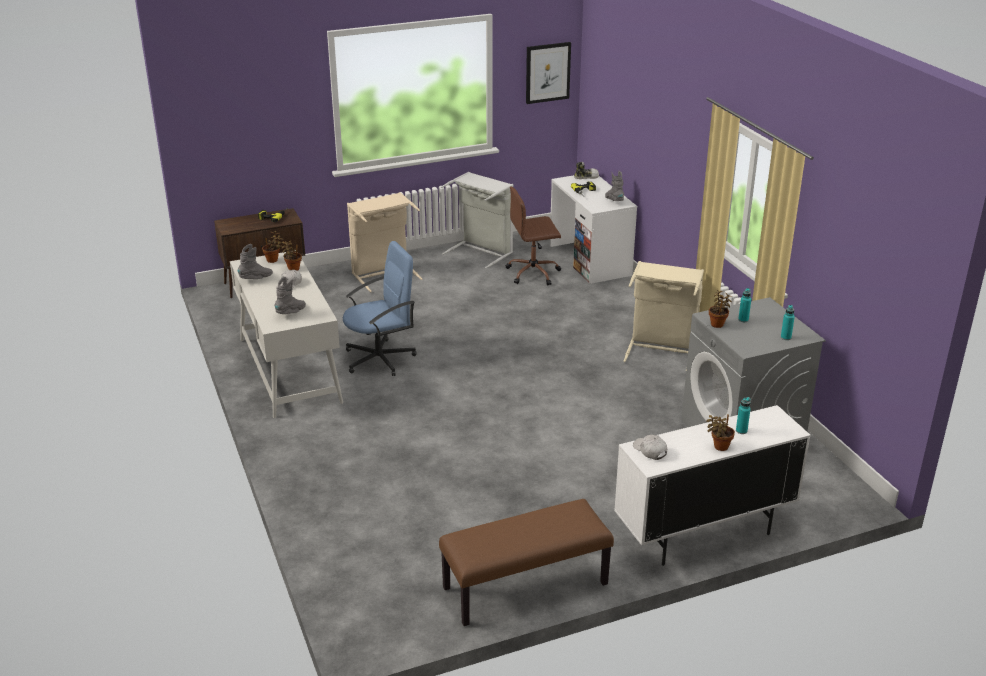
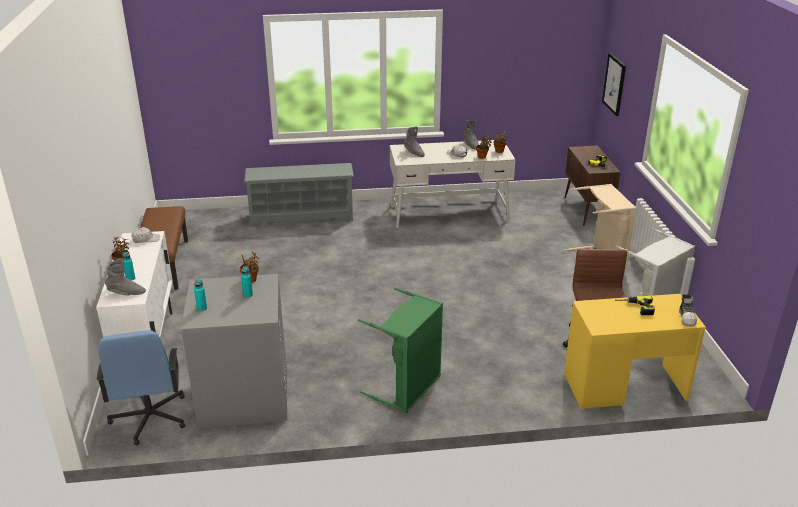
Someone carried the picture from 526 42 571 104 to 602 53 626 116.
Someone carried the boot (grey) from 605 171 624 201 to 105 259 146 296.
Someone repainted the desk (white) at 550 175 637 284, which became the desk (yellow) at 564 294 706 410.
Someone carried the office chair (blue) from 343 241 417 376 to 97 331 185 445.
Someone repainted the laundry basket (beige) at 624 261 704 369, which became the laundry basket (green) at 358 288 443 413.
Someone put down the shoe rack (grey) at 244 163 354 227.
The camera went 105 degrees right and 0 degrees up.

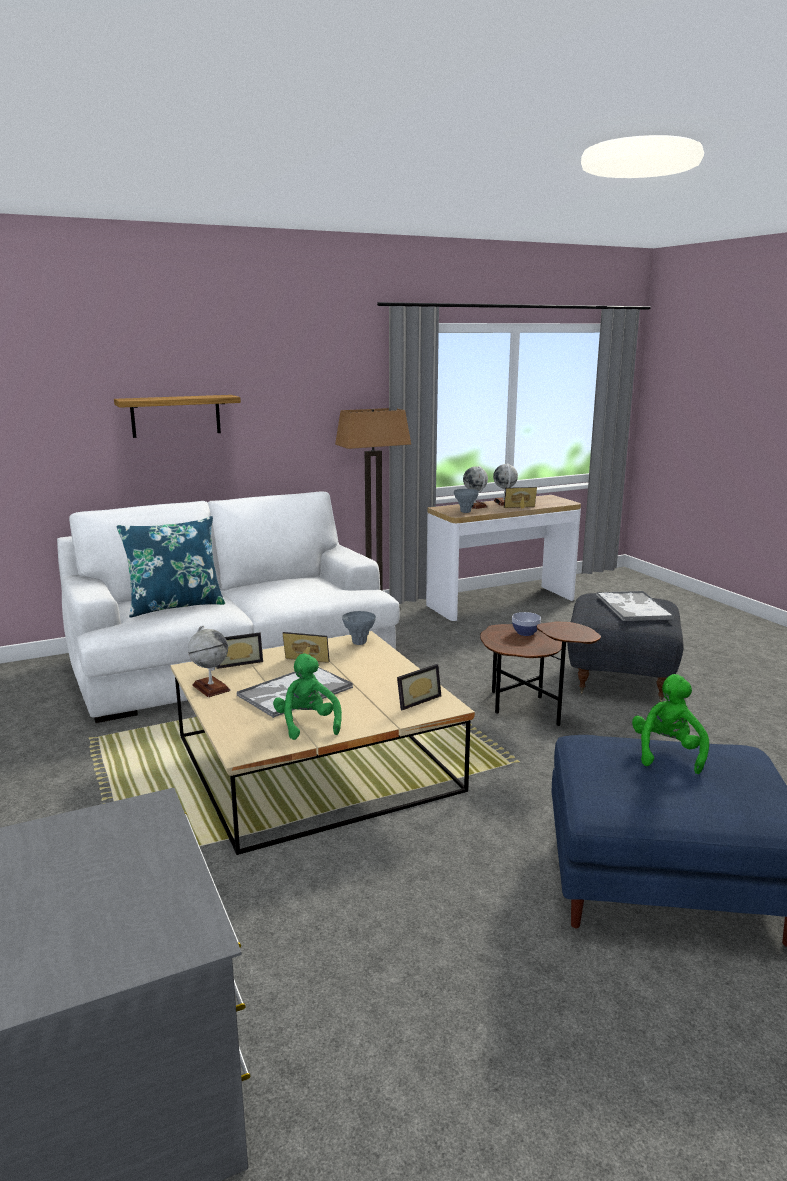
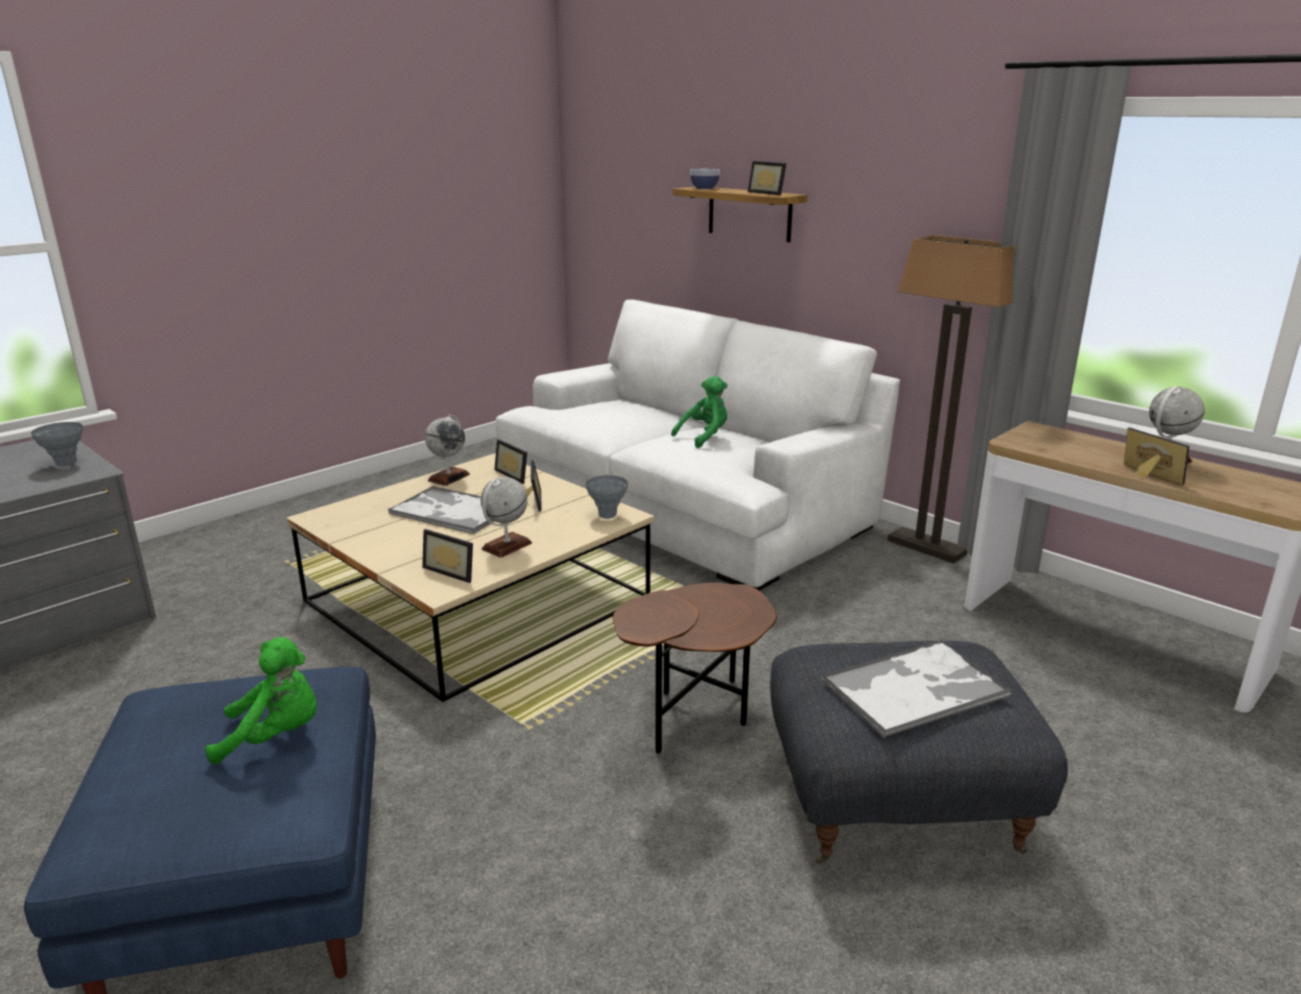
Someone carried the globe from 463 466 488 509 to 481 477 532 558.
Someone carried the vase (grey) from 454 489 479 513 to 31 422 83 467.
Someone took away the pillow (blue) at 116 516 225 618.
Someone carried the bowl from 512 612 541 636 to 690 169 720 189.
Someone carried the plush toy (green) from 273 654 342 740 to 671 376 728 448.
Someone put down the picture frame at 748 161 786 196.
The camera went 70 degrees right and 5 degrees up.

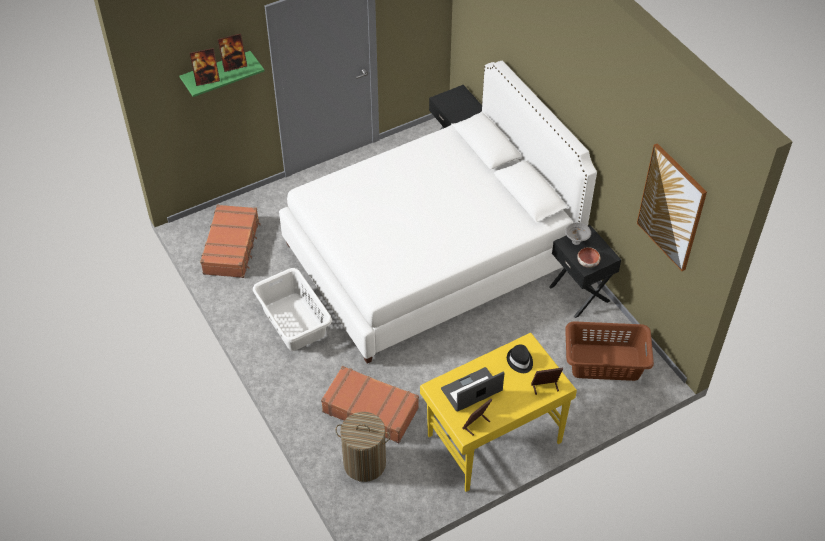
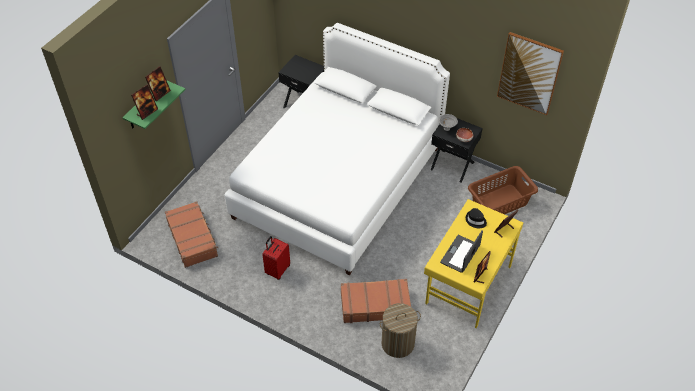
Someone swapped the laundry basket (white) at 253 268 332 351 for the suitcase (red) at 262 236 290 280.
The camera went 30 degrees left and 0 degrees up.

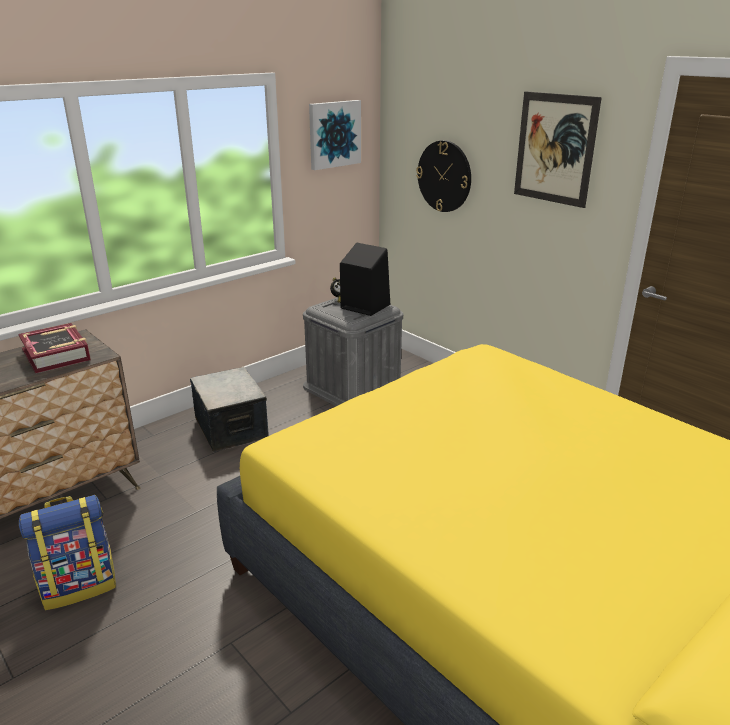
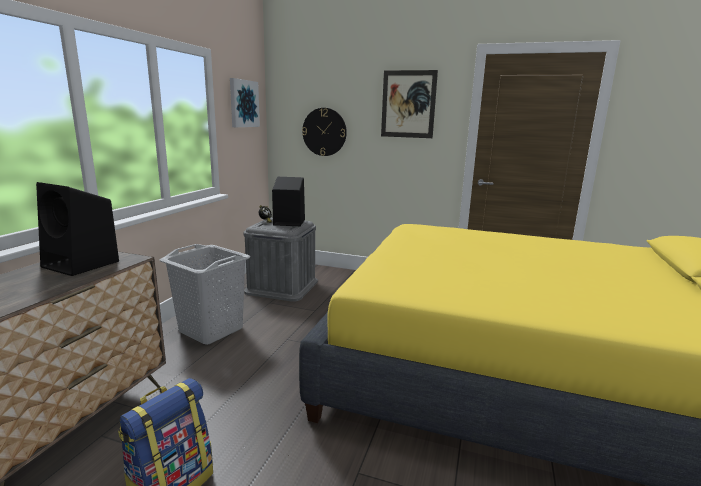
Someone swapped the book at 19 323 91 374 for the speaker (black) at 36 182 119 276.
Someone swapped the storage box at 190 367 269 452 for the laundry basket (grey) at 159 244 251 345.
The camera went 30 degrees left and 10 degrees down.

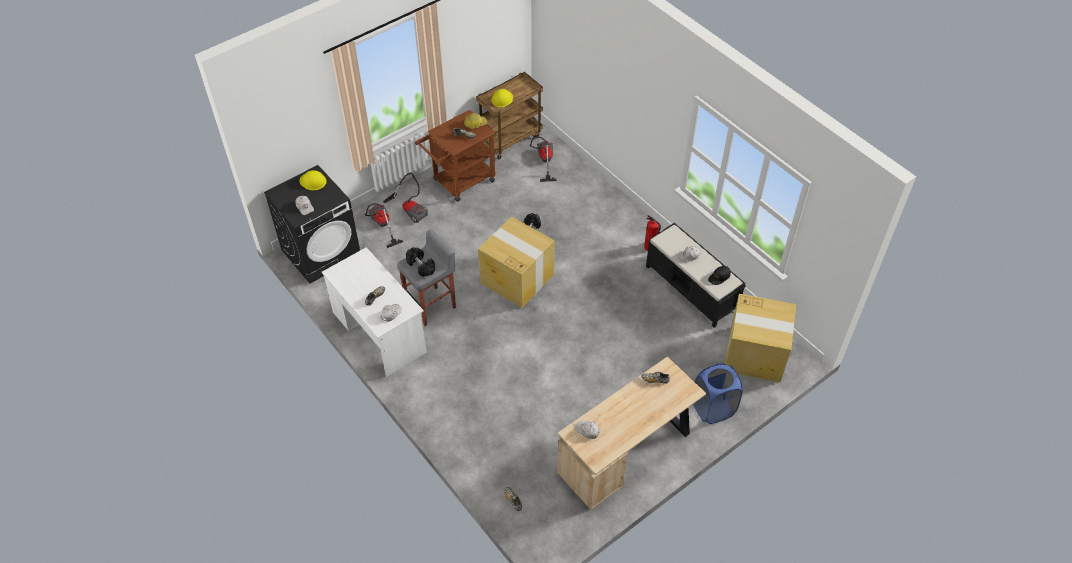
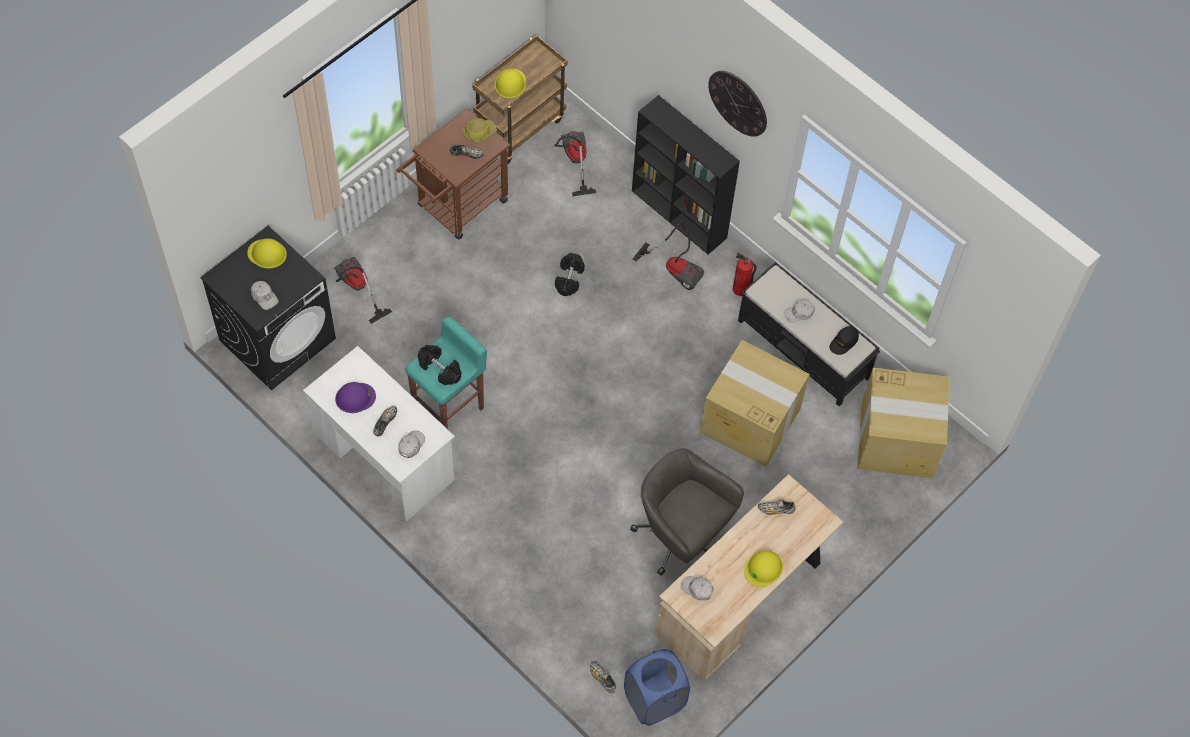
Someone carried the vacuum cleaner from 383 172 428 223 to 632 222 704 290.
Someone carried the cardboard box from 478 216 555 308 to 700 340 810 467.
Someone repainted the stool (grey) at 397 229 456 326, which became the stool (turquoise) at 405 316 487 429.
Someone carried the laundry basket (blue) from 694 363 742 424 to 624 649 690 726.
Someone put up the wall clock at 708 71 767 137.
Someone put down the bookcase (black) at 632 95 740 254.
Someone put down the hard hat (purple) at 335 382 376 413.
Someone put down the office chair (grey) at 630 448 744 576.
Someone put down the hard hat (yellow) at 744 550 783 587.
The camera went 10 degrees left and 10 degrees up.

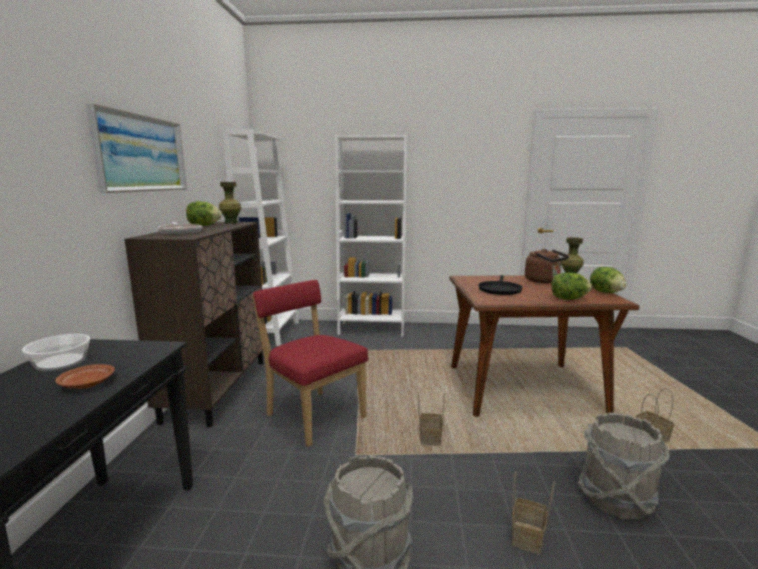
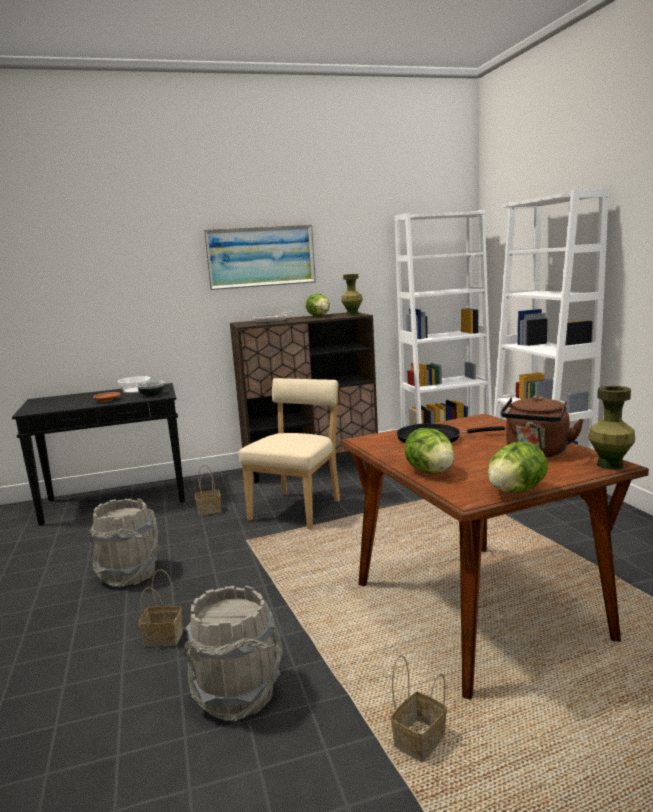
Someone repainted the chair (red) at 252 280 368 447, which became the chair (beige) at 239 378 340 529.
Someone carried the basket from 418 391 445 446 to 195 465 221 516.
Someone put down the bowl at 136 381 165 397.
The camera went 70 degrees right and 0 degrees up.

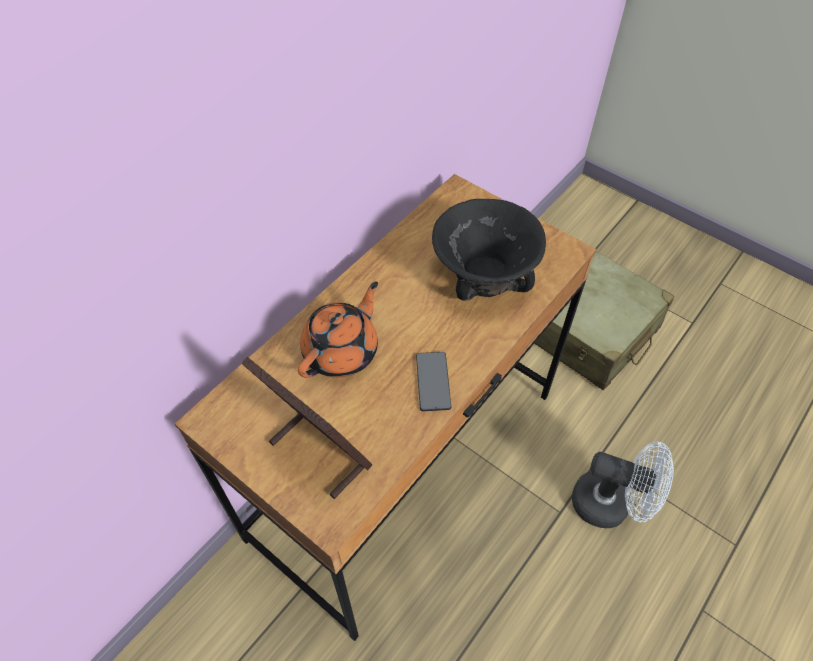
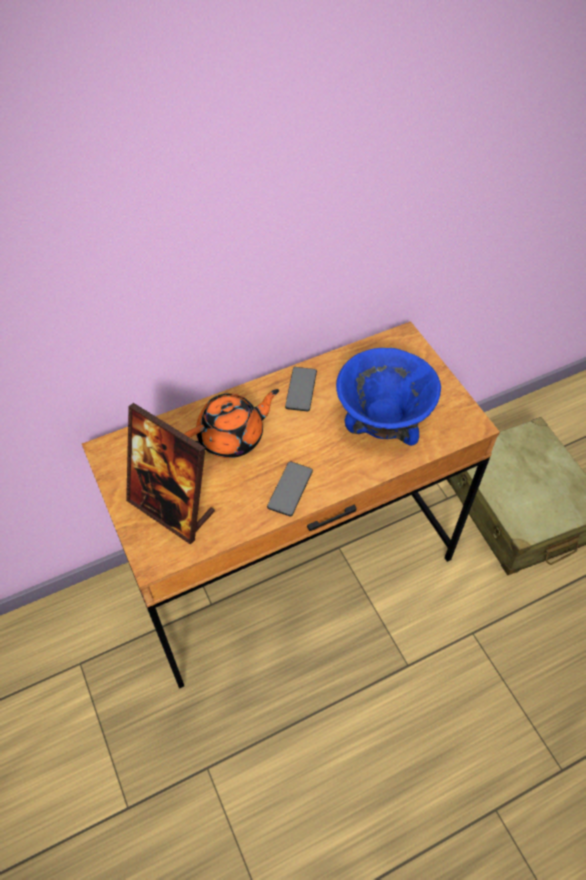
Someone repainted the bowl (black) at 432 199 546 301, which became the bowl (blue) at 336 348 441 446.
Someone rotated the picture frame at 241 357 373 499 by 150 degrees clockwise.
Someone took away the fan (white) at 572 442 674 528.
Someone put down the phone at 285 367 317 412.
The camera went 25 degrees right and 0 degrees up.

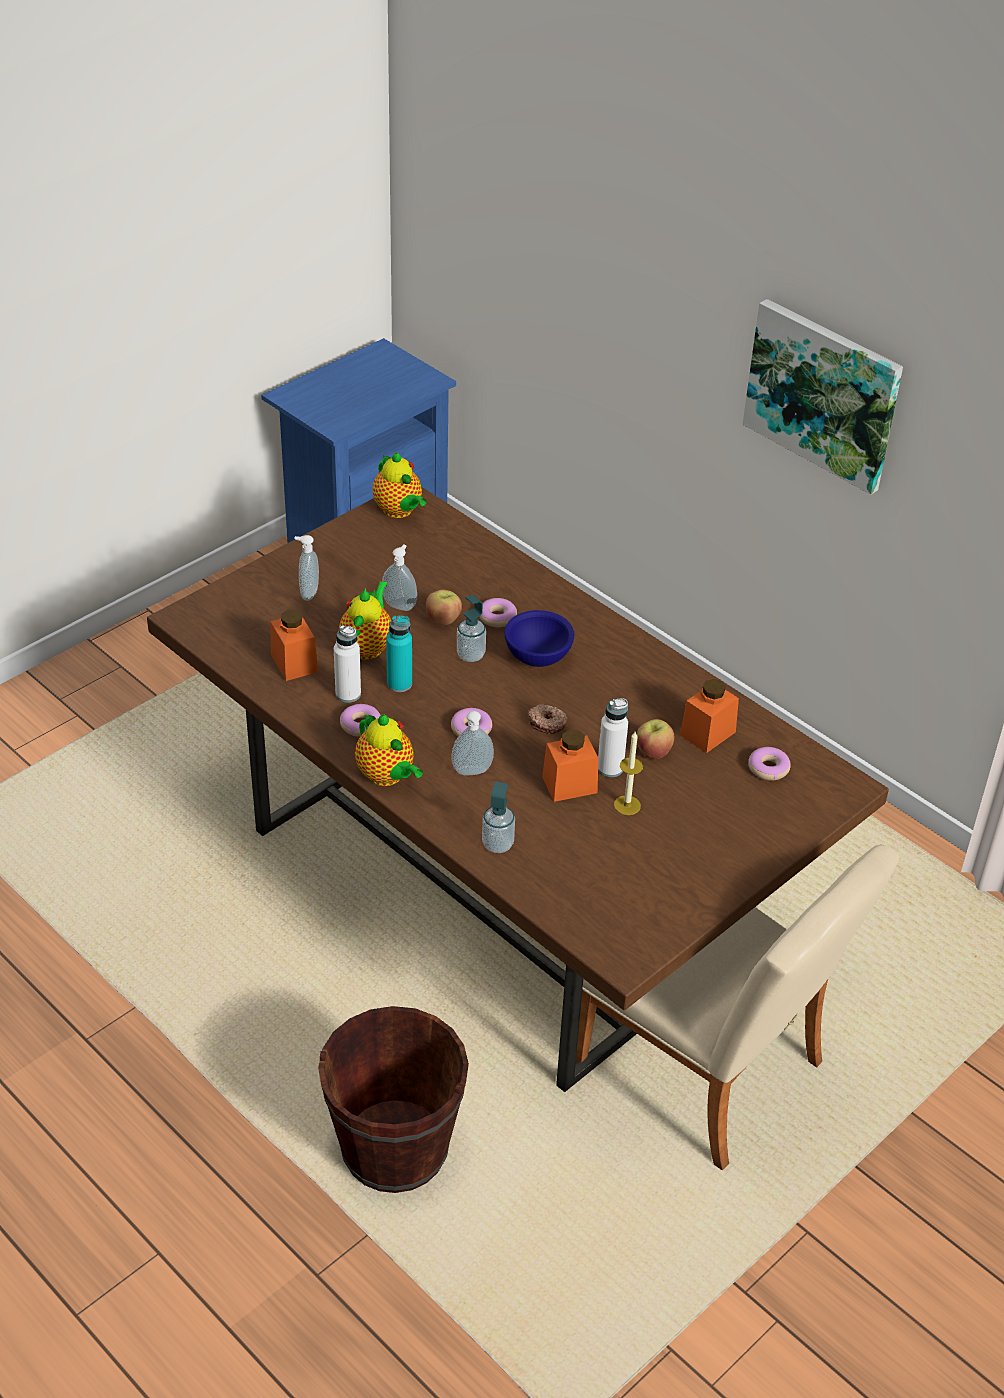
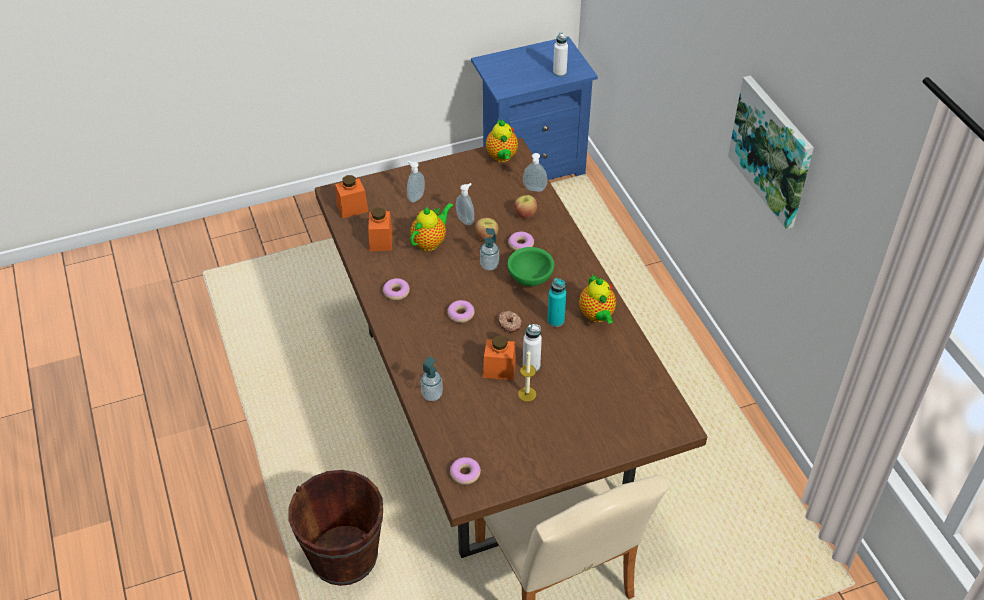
Someone repainted the bowl (blue) at 504 610 574 667, which became the bowl (green) at 507 247 554 286.
Someone carried the bottle (turquoise) from 386 615 412 692 to 547 278 566 327.
Someone carried the bottle (white) from 334 625 361 703 to 553 32 568 77.
Someone carried the jar (orange) from 680 679 739 753 to 335 175 368 218.
Someone carried the soap dispenser from 452 711 494 775 to 523 153 547 192.
Someone carried the teapot from 355 714 423 786 to 579 274 616 324.
Someone carried the apple from 637 719 674 759 to 514 195 537 218.
Someone carried the donut from 748 747 791 781 to 450 457 481 485.
The camera went 25 degrees right and 5 degrees up.

